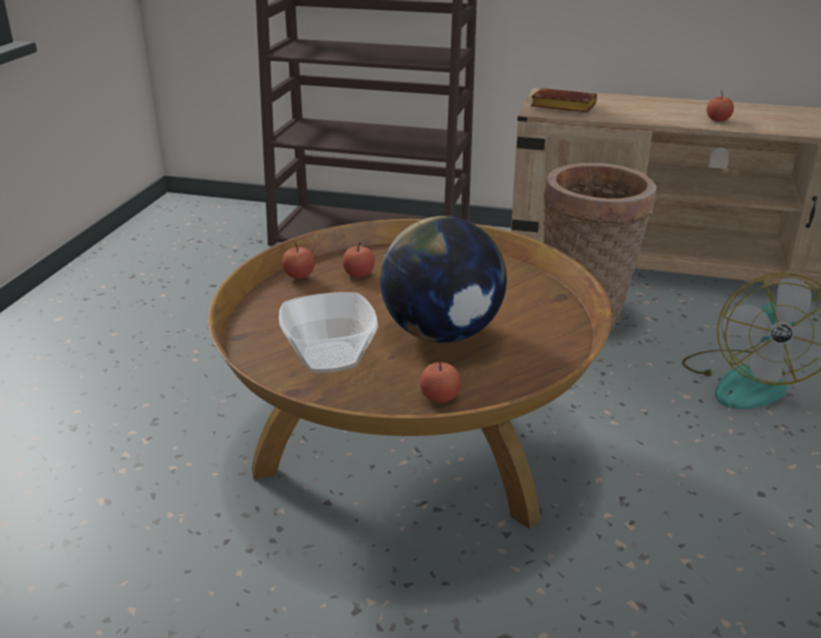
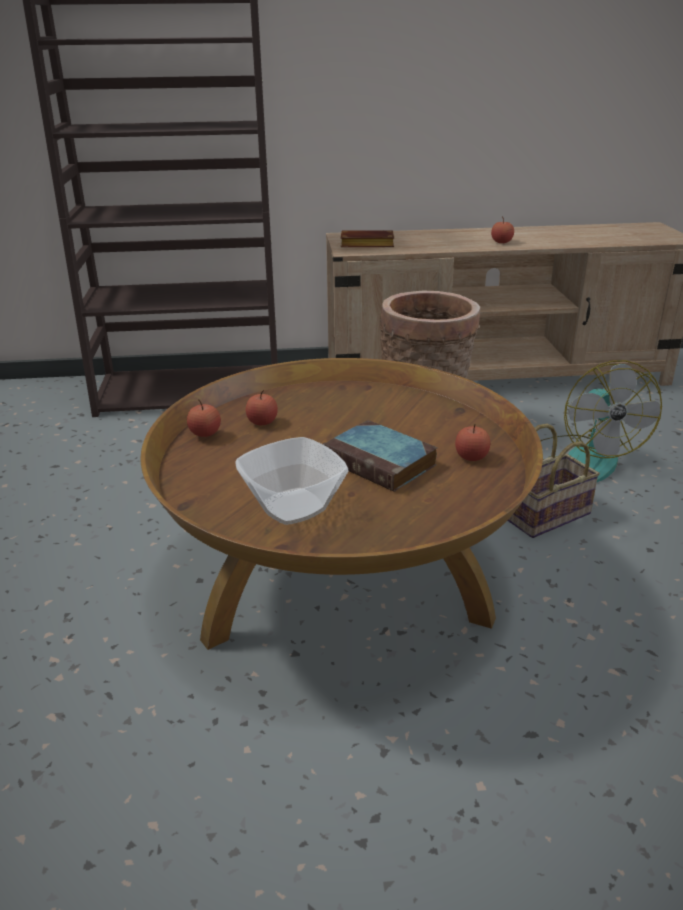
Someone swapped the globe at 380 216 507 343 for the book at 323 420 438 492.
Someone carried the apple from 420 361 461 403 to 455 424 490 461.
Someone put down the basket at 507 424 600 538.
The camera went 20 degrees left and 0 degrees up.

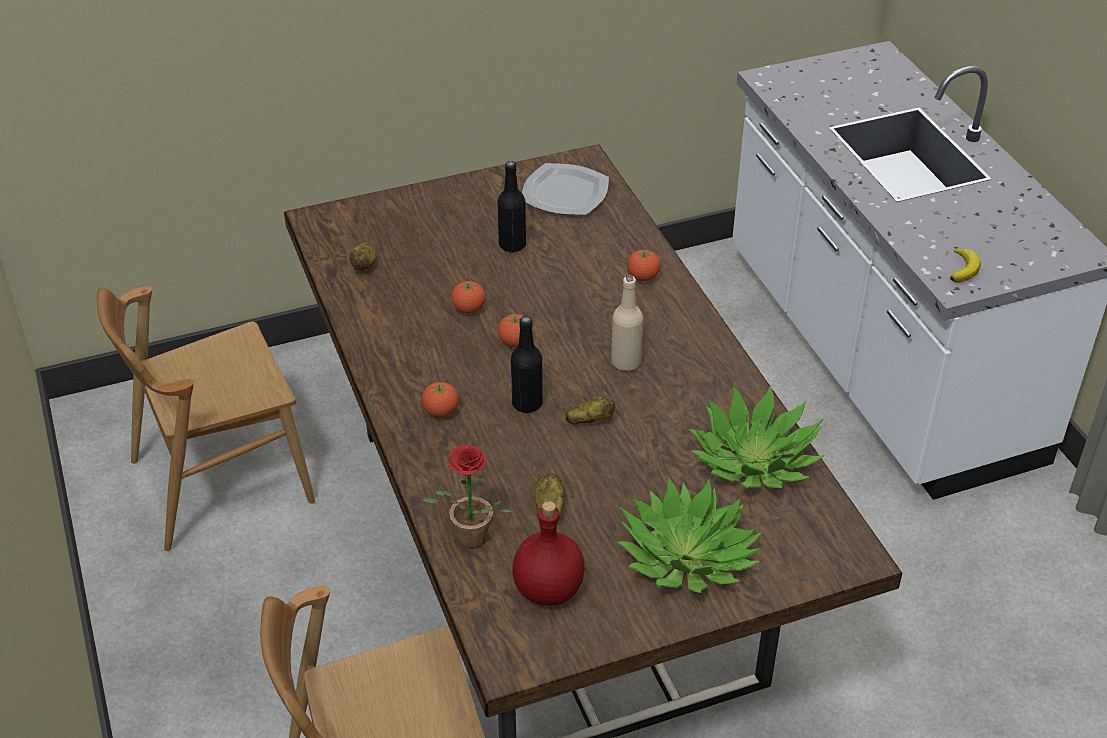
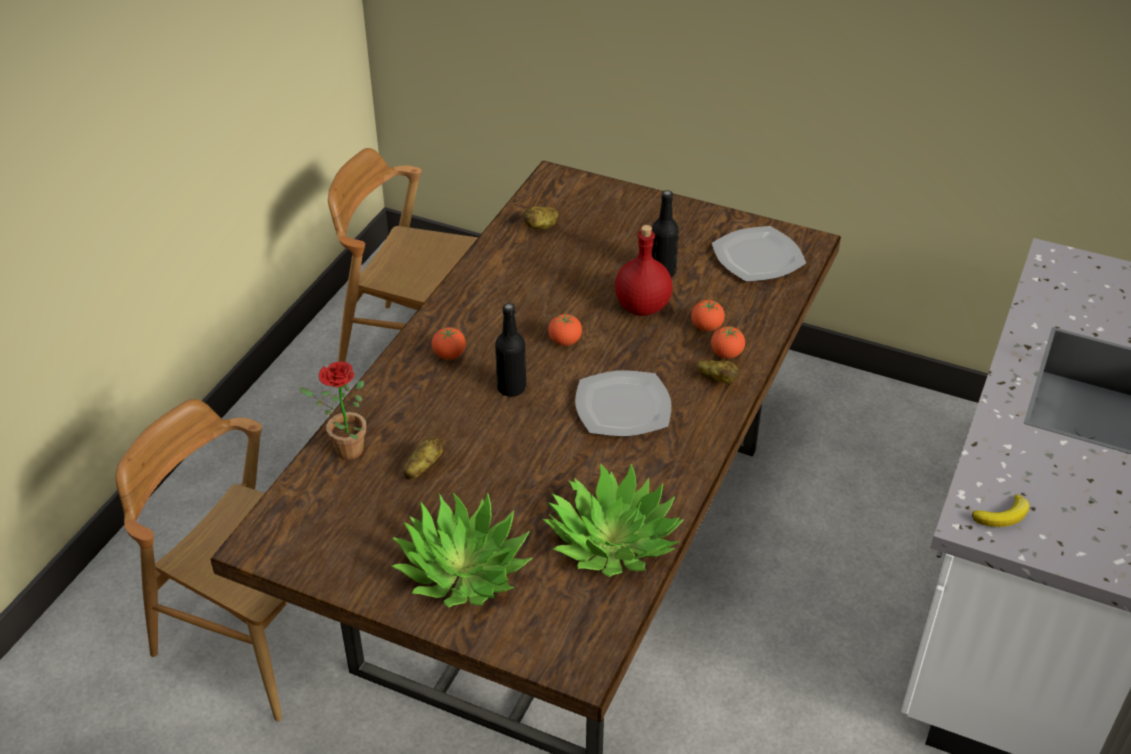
Someone swapped the bottle (beige) at 611 276 643 371 for the plate at 575 370 671 436.
Someone carried the tomato from 451 281 486 313 to 691 300 725 331.
Someone carried the potato from 566 396 615 424 to 697 360 739 385.
Someone carried the bottle (red) from 513 501 585 605 to 615 225 673 316.
The camera went 45 degrees right and 0 degrees up.

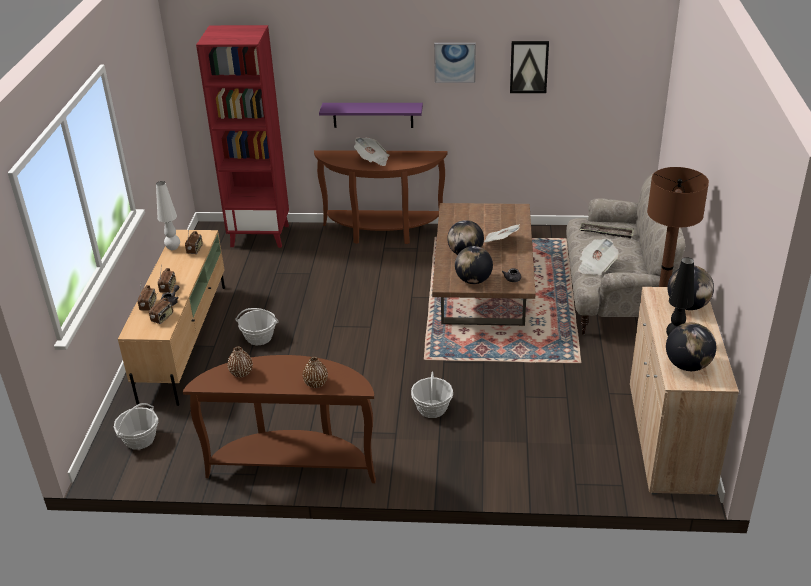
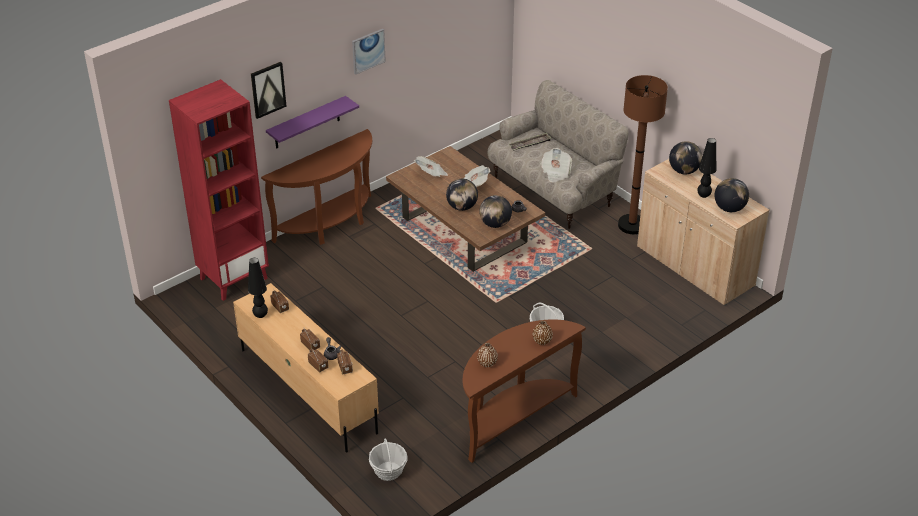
Someone carried the picture from 510 41 549 93 to 251 62 287 119.
Someone carried the newspaper from 354 137 389 166 to 414 156 448 177.
Someone repainted the table lamp (white) at 156 181 180 250, which became the table lamp (black) at 248 258 268 318.
Someone took away the basket at 235 308 279 346.
The camera went 45 degrees left and 5 degrees up.

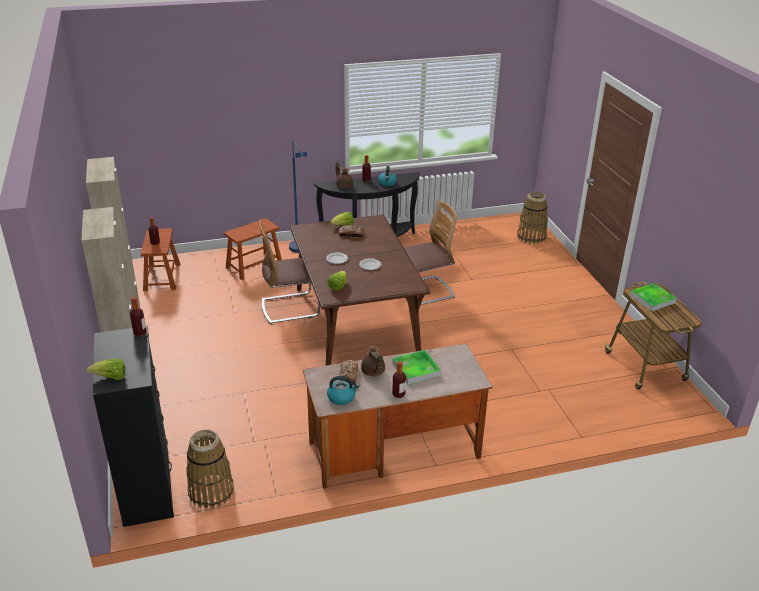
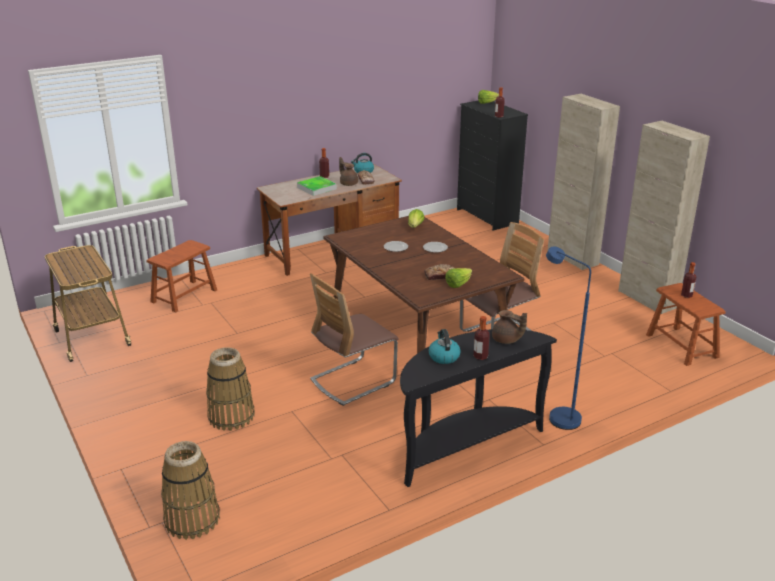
Someone carried the stool (brown) from 224 219 282 280 to 147 240 217 312.
Someone took away the tray at 630 283 677 311.
Someone carried the basket from 186 429 234 509 to 206 347 254 431.
The camera went 165 degrees right and 5 degrees down.

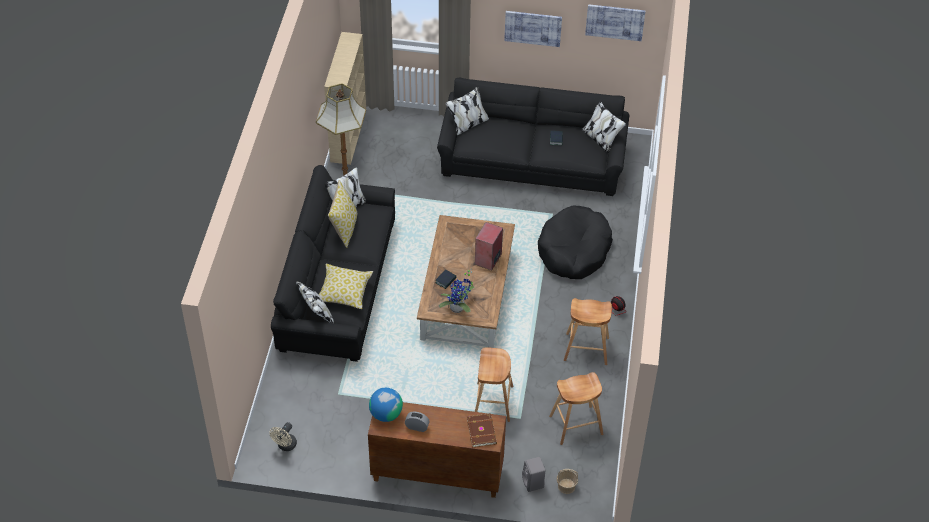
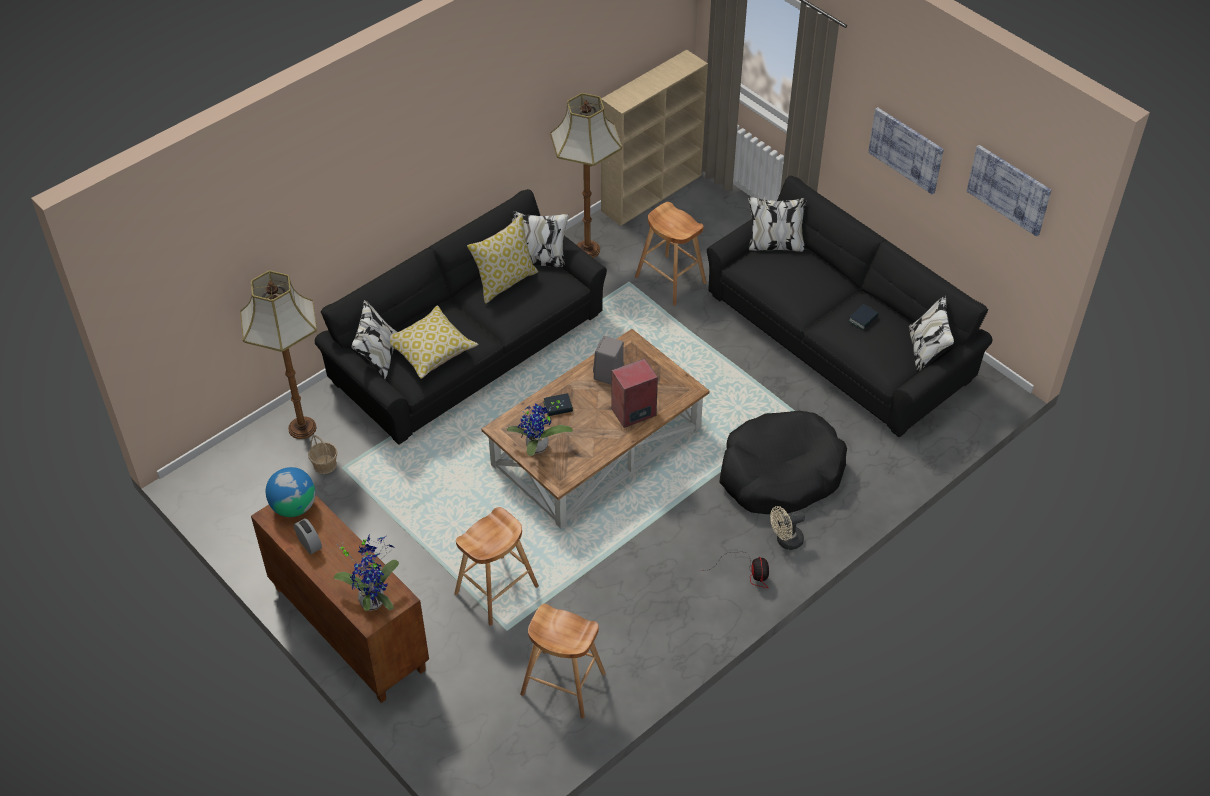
Someone carried the stool (brown) from 564 298 612 365 to 635 202 706 306.
Someone swapped the book (brown) at 467 413 497 448 for the potted plant at 334 535 399 611.
Someone carried the fan (beige) from 269 422 297 451 to 770 506 805 550.
Someone carried the speaker (grey) from 522 457 545 492 to 593 336 624 385.
Someone carried the basket from 557 469 578 494 to 308 435 337 474.
Someone put down the floor lamp at 240 270 317 439.
The camera went 40 degrees right and 0 degrees up.

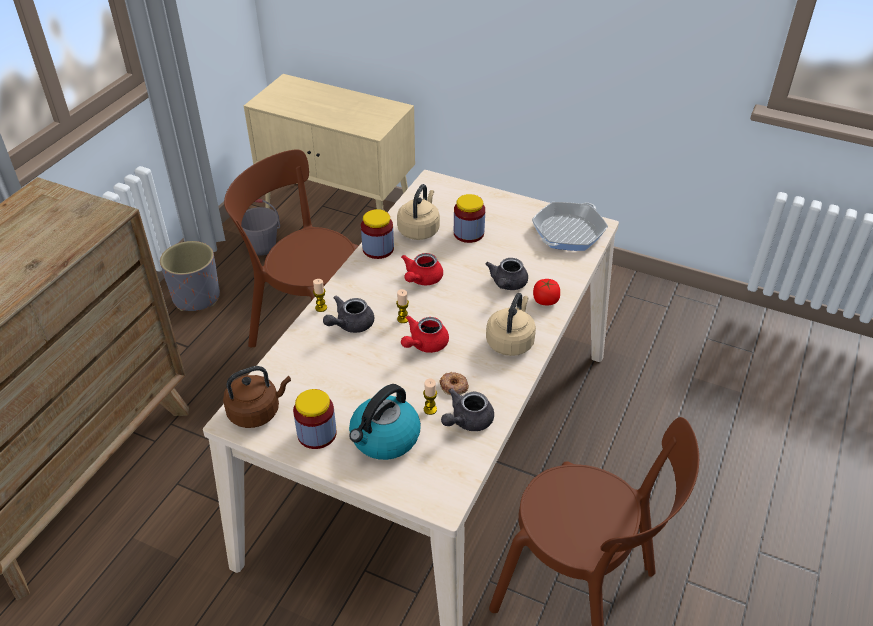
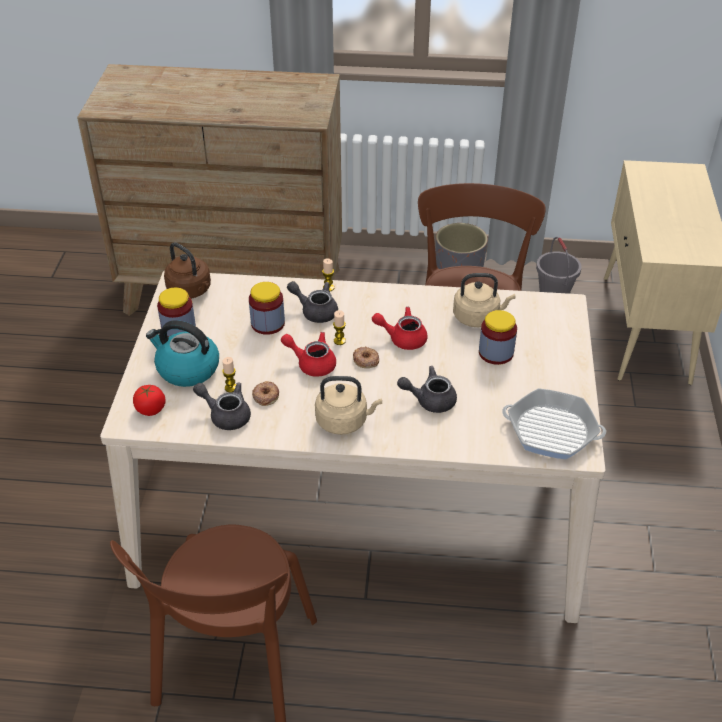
Someone carried the jar from 361 209 394 259 to 249 282 285 335.
Someone carried the tomato from 533 279 560 305 to 133 385 166 416.
Someone put down the donut at 353 347 379 368.
The camera went 70 degrees right and 0 degrees up.

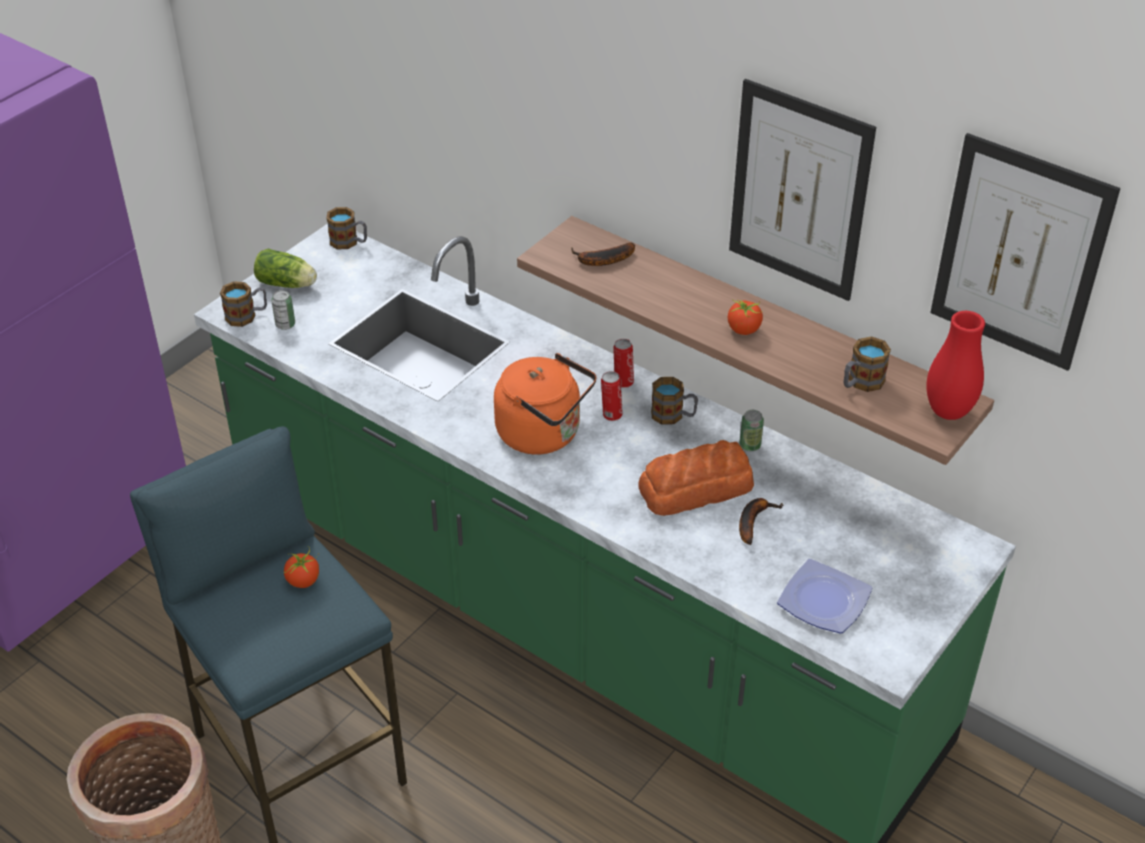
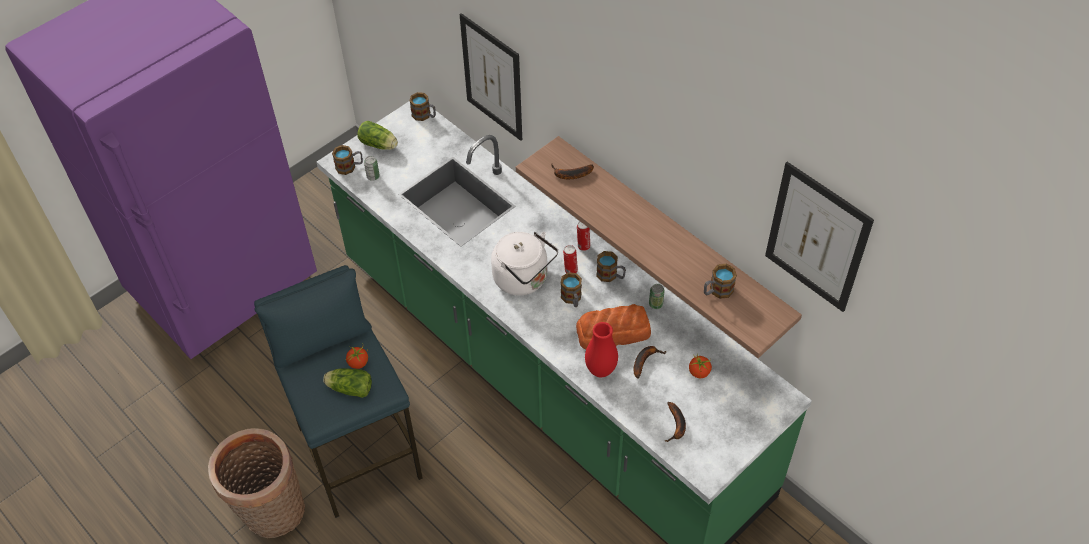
Someone carried the picture from 729 79 876 301 to 460 13 522 141.
Someone carried the tomato from 728 299 763 335 to 689 355 712 378.
Someone carried the vase (red) from 927 311 985 420 to 585 322 618 377.
Someone repainted the kettle (orange) at 494 353 596 455, which became the kettle (white) at 491 232 558 296.
Someone swapped the plate at 777 559 873 634 for the banana at 665 402 686 442.
Someone put down the mug at 561 272 582 307.
Someone put down the lettuce at 323 368 372 398.
The camera went 10 degrees right and 10 degrees up.

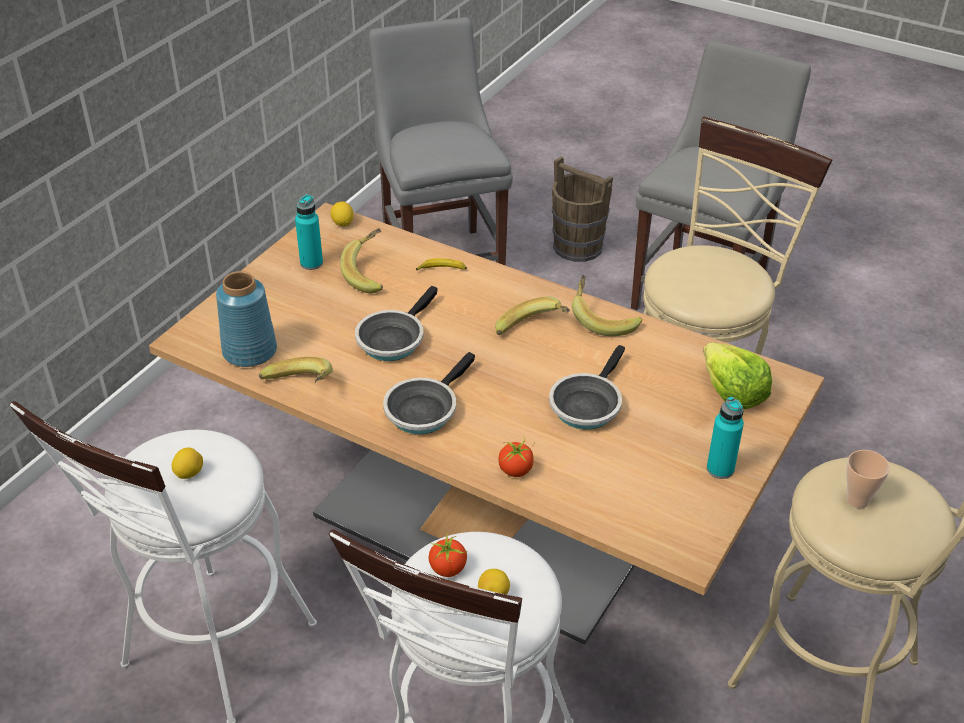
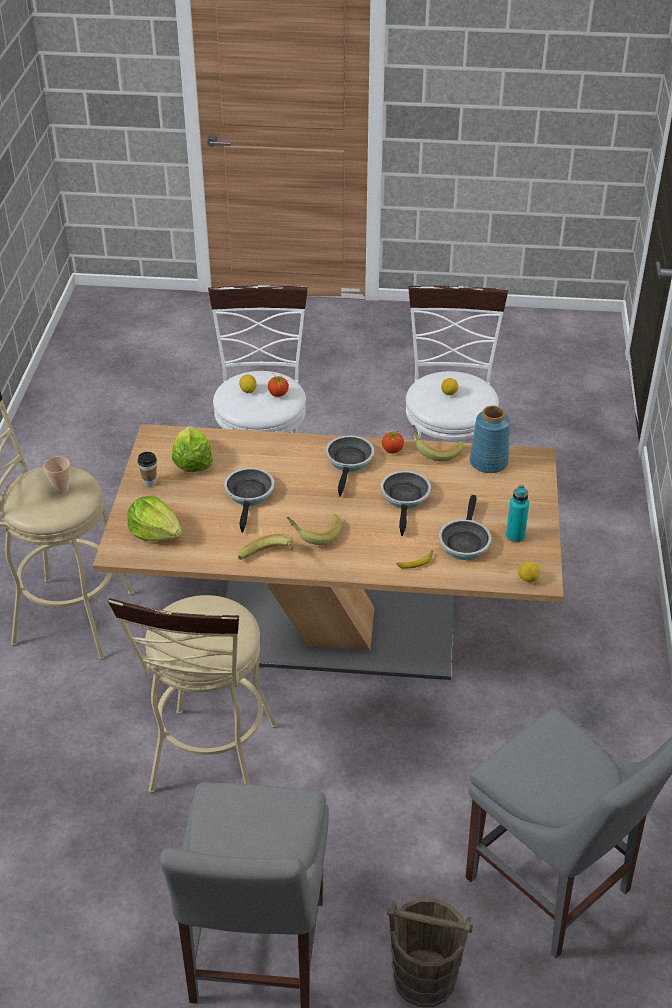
Someone swapped the banana at 340 228 383 293 for the frying pan at 439 495 491 560.
Someone swapped the bottle (turquoise) at 707 397 744 479 for the cup at 138 452 157 487.
Someone carried the tomato from 498 435 534 477 to 382 430 404 454.
Someone put down the lettuce at 172 426 213 472.
The camera went 155 degrees right and 0 degrees up.

